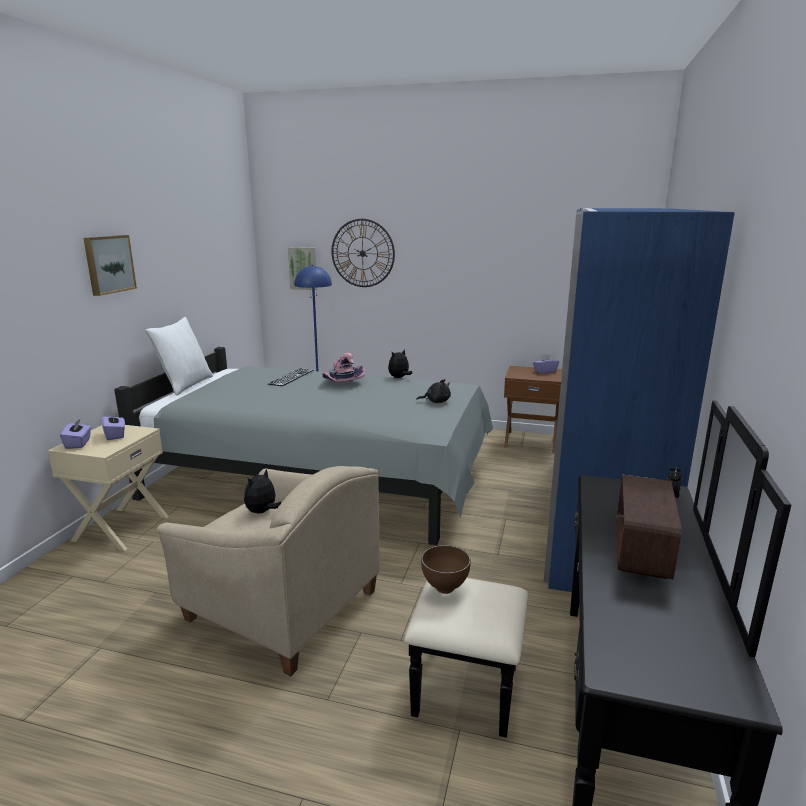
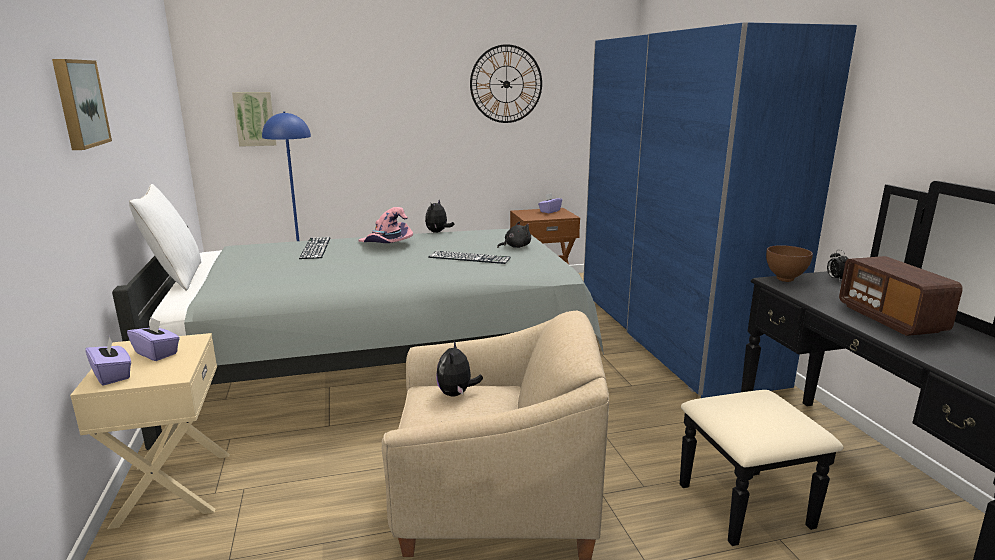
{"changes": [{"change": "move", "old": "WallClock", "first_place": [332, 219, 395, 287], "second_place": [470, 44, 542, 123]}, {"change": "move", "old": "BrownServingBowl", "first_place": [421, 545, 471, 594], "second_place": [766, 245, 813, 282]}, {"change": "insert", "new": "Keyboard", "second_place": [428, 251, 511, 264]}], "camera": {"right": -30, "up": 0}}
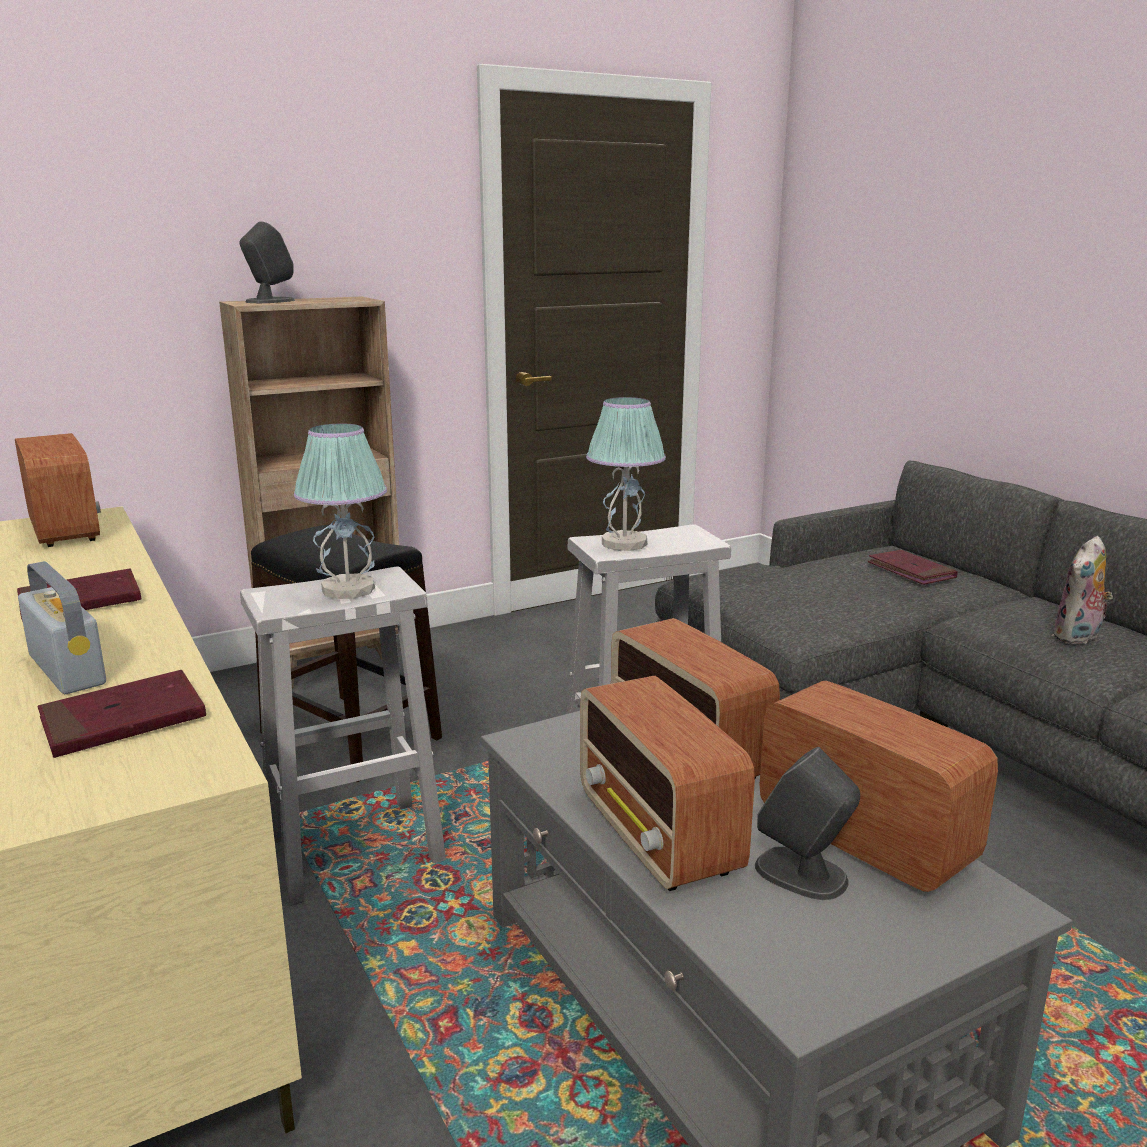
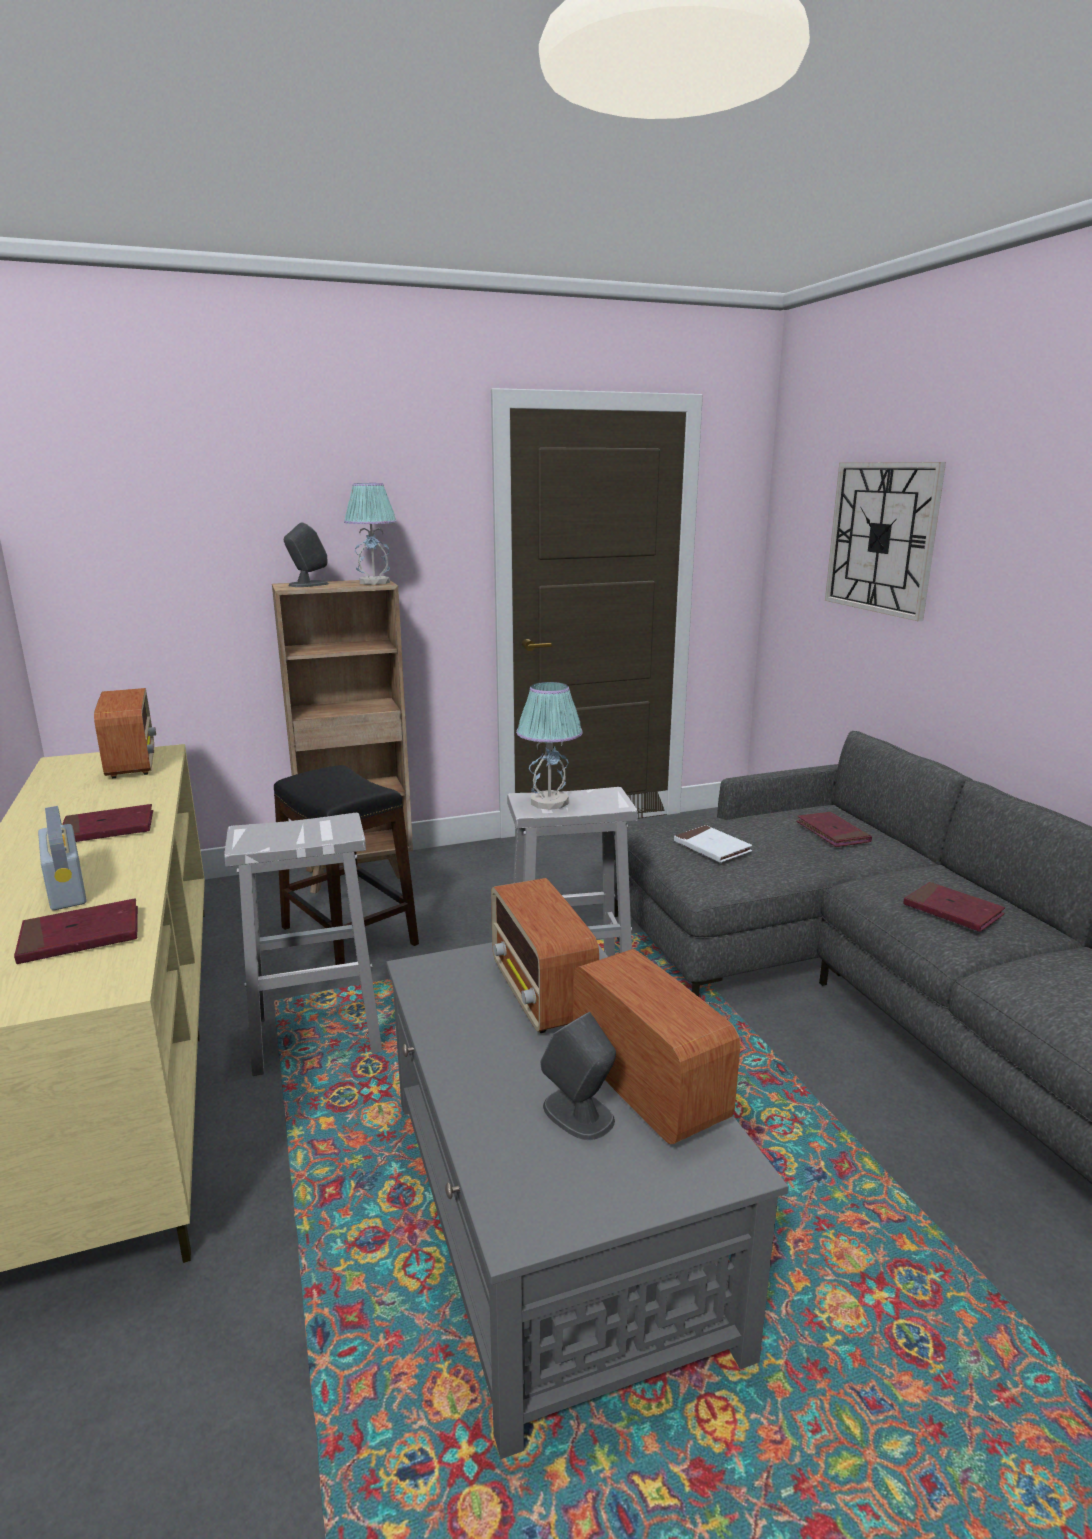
{"changes": [{"change": "move", "old": "TableLamp", "first_place": [294, 424, 387, 599], "second_place": [344, 483, 397, 585]}, {"change": "replace", "old": "SoftToy", "new": "RedBook", "first_place": [1052, 536, 1113, 645], "second_place": [903, 882, 1005, 932]}, {"change": "delete", "old": "RadioSet", "first_place": [580, 676, 755, 891]}, {"change": "insert", "new": "WallClock", "second_place": [825, 462, 946, 621]}, {"change": "insert", "new": "WhitishBook", "second_place": [674, 825, 752, 863]}], "camera": {"right": 10, "up": 0}}
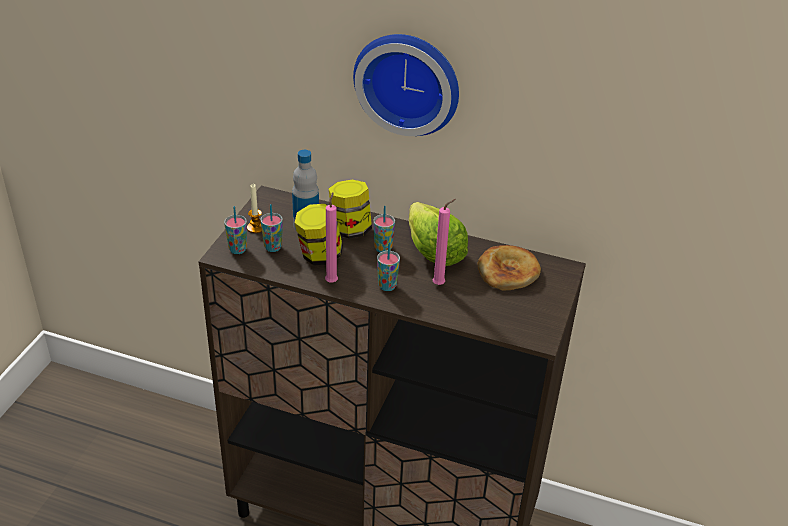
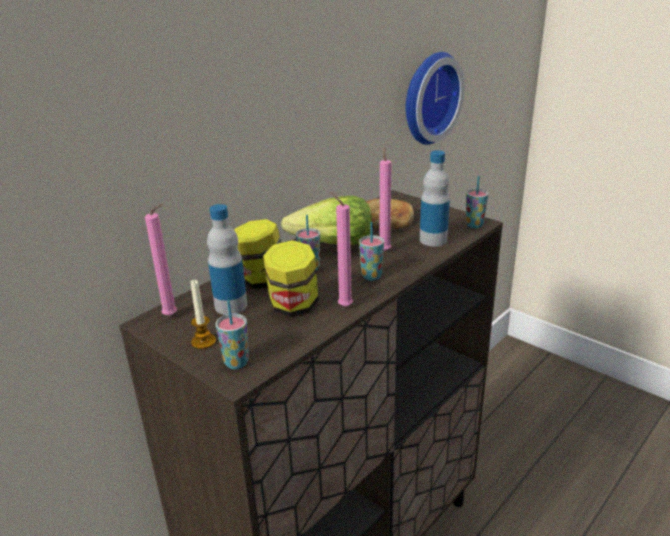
{"changes": [{"change": "move", "old": "WallClock", "first_place": [353, 34, 459, 136], "second_place": [406, 52, 465, 145]}, {"change": "move", "old": "DrinkingCup", "first_place": [260, 204, 283, 252], "second_place": [466, 176, 488, 228]}, {"change": "insert", "new": "BeverageBottle", "second_place": [420, 151, 450, 247]}, {"change": "insert", "new": "PinkWaxLight", "second_place": [145, 204, 177, 316]}], "camera": {"right": -65, "up": -10}}
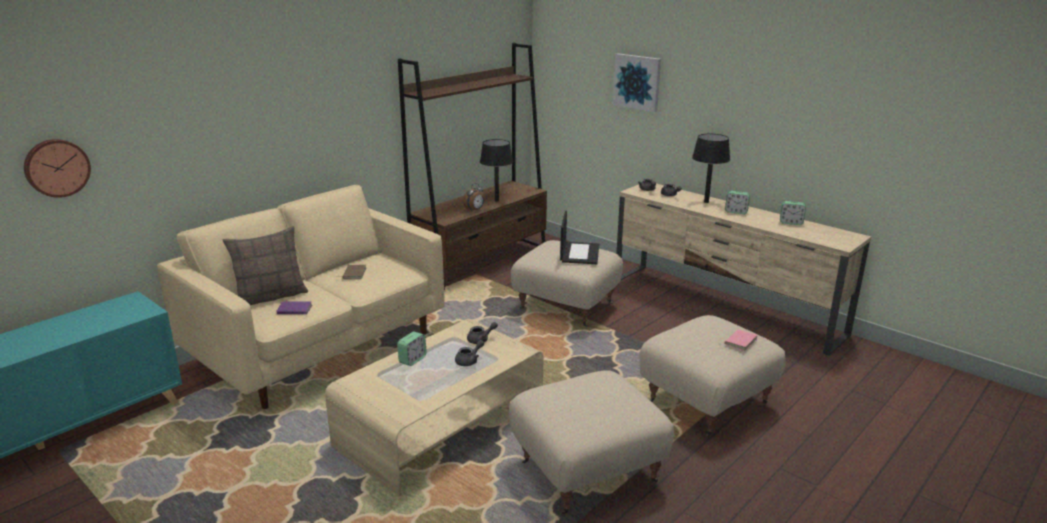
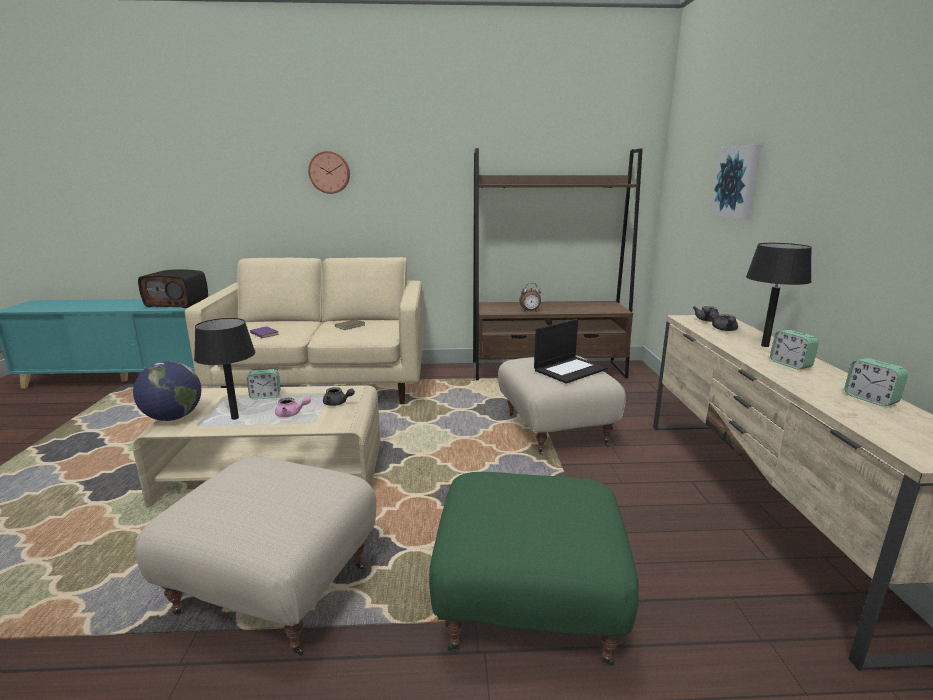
{"changes": [{"change": "move", "old": "WallClock", "first_place": [24, 139, 91, 198], "second_place": [308, 151, 350, 194]}, {"change": "move", "old": "BlackTableLamp", "first_place": [480, 139, 513, 202], "second_place": [194, 318, 255, 420]}, {"change": "delete", "old": "Cushion", "first_place": [223, 226, 308, 305]}, {"change": "recolor", "old": "SandColouredFootrest", "new": "GreenishFootrest", "first_place": [639, 315, 786, 438], "second_place": [429, 472, 639, 666]}, {"change": "delete", "old": "PinkBook", "first_place": [721, 329, 757, 351]}, {"change": "recolor", "old": "GrayTeaPot", "new": "PinkTeaPot", "first_place": [455, 340, 484, 366], "second_place": [275, 396, 311, 417]}, {"change": "insert", "new": "RadioSet", "second_place": [138, 269, 208, 308]}, {"change": "insert", "new": "DeskGlobe", "second_place": [133, 361, 201, 421]}], "camera": {"right": 45, "up": -5}}
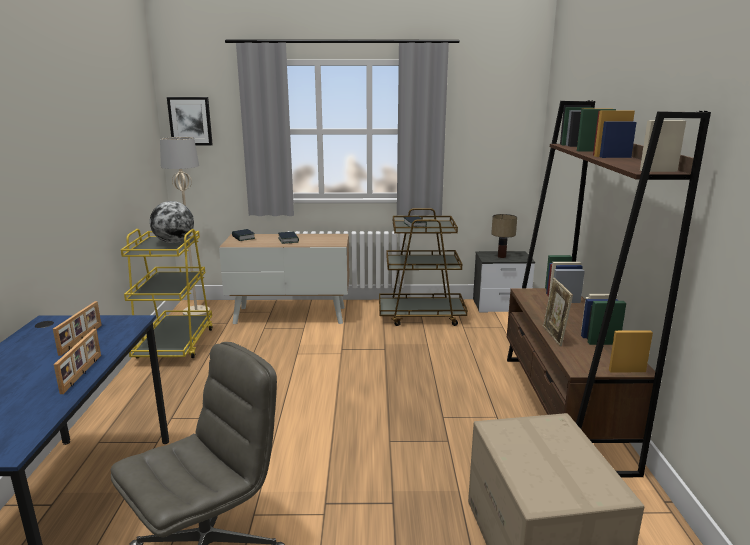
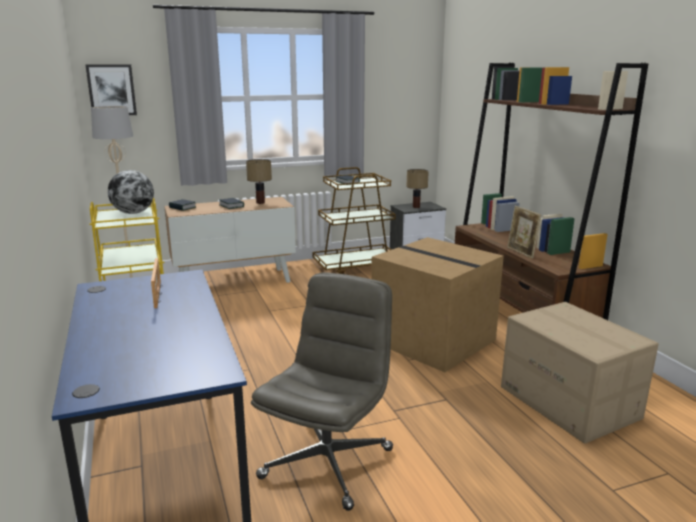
{"changes": [{"change": "delete", "old": "PhotoFrame", "first_place": [54, 329, 101, 394]}, {"change": "insert", "new": "TableLamp", "second_place": [246, 159, 272, 204]}, {"change": "insert", "new": "CardboardBox", "second_place": [371, 237, 504, 372]}], "camera": {"right": -20, "up": 0}}
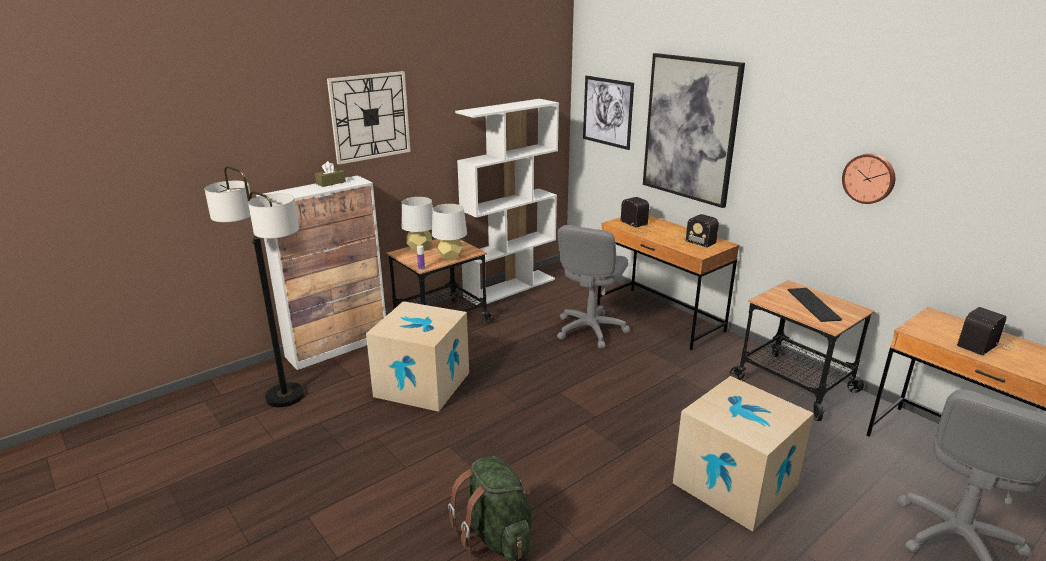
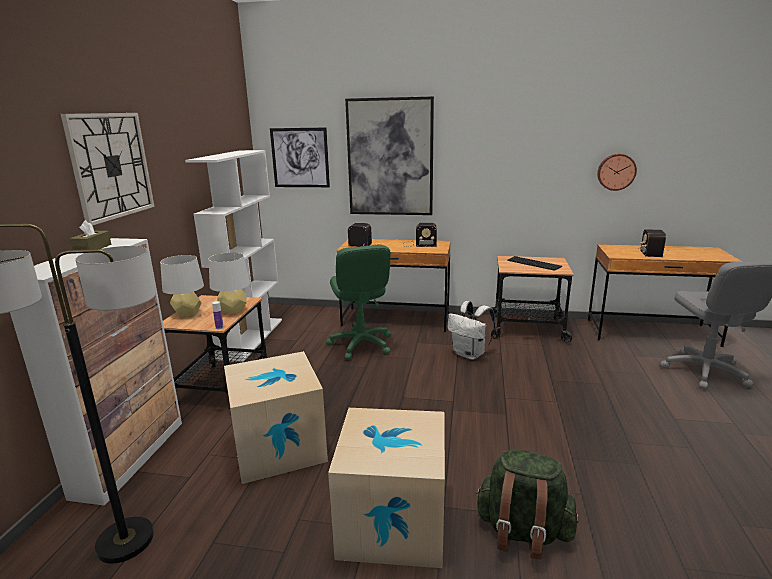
{"changes": [{"change": "move", "old": "WallClock", "first_place": [842, 154, 895, 204], "second_place": [597, 154, 637, 191]}, {"change": "recolor", "old": "GrayComputerChair", "new": "GreenishComputerChair", "first_place": [557, 225, 630, 348], "second_place": [326, 245, 391, 360]}, {"change": "move", "old": "CardboardBox", "first_place": [673, 376, 814, 532], "second_place": [328, 408, 445, 568]}, {"change": "insert", "new": "WhitishRucksack", "second_place": [447, 301, 495, 360]}], "camera": {"right": -40, "up": -5}}
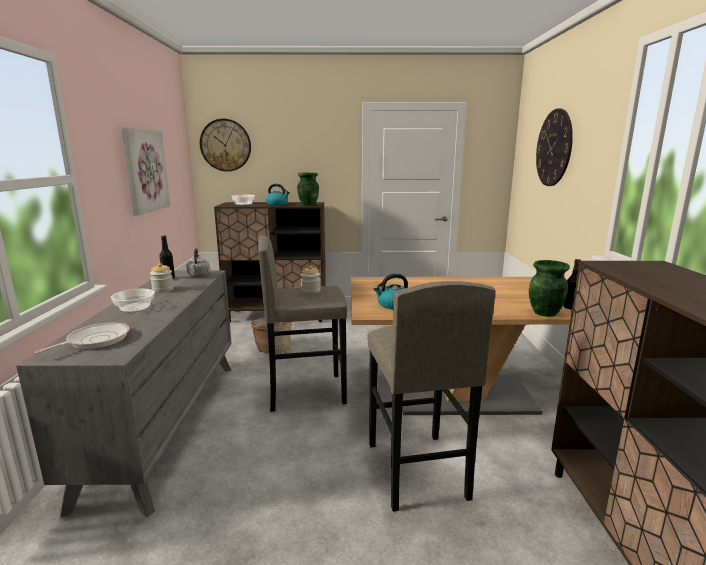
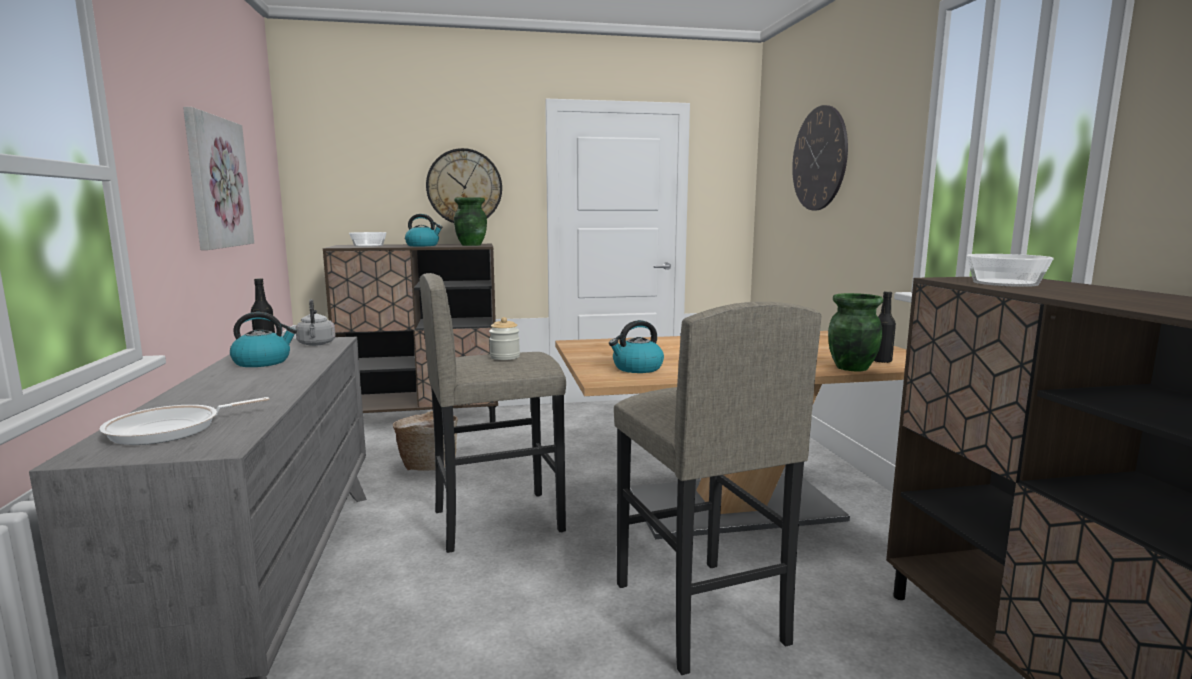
{"changes": [{"change": "move", "old": "WallClock", "first_place": [200, 119, 251, 172], "second_place": [426, 148, 502, 223]}, {"change": "replace", "old": "Jar", "new": "TeaKettle", "first_place": [150, 263, 174, 293], "second_place": [230, 312, 297, 367]}, {"change": "move", "old": "ServingBowl", "first_place": [111, 289, 155, 313], "second_place": [966, 254, 1054, 287]}, {"change": "rotate", "old": "Pan", "first_place": [35, 323, 130, 353], "second_place": [99, 397, 270, 445], "degrees": -150}], "camera": {"right": -10, "up": -5}}
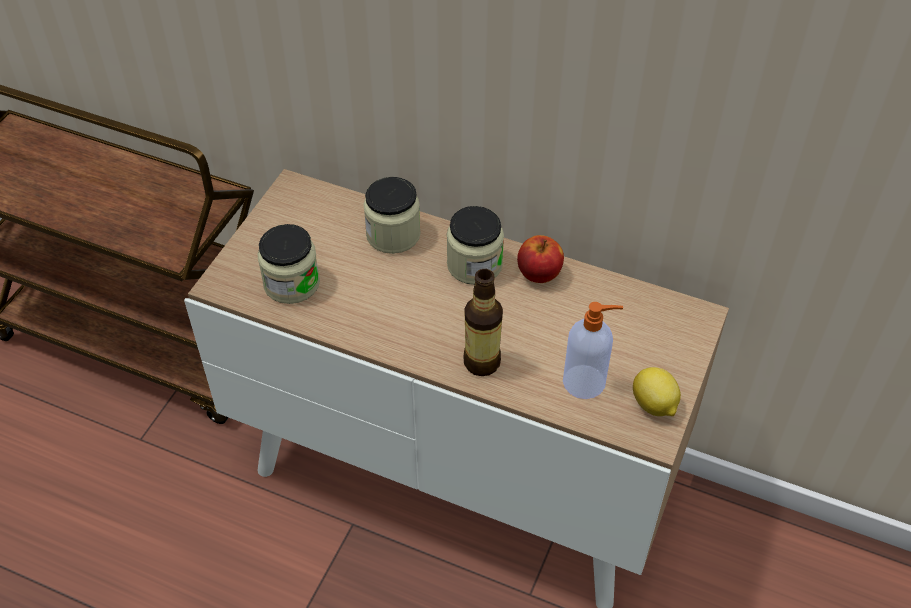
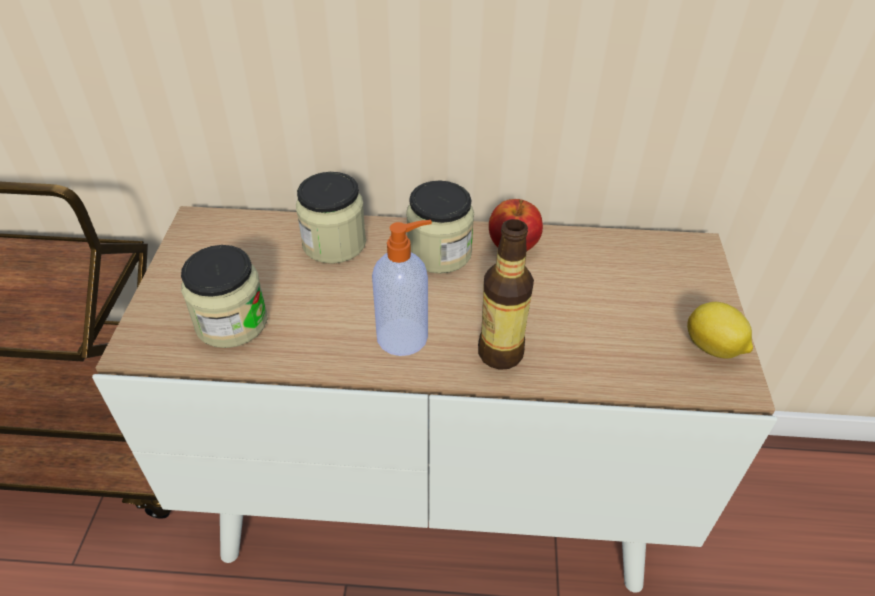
{"changes": [{"change": "move", "old": "SoapBottle", "first_place": [563, 302, 623, 399], "second_place": [372, 220, 432, 356]}], "camera": {"right": -20, "up": -5}}
